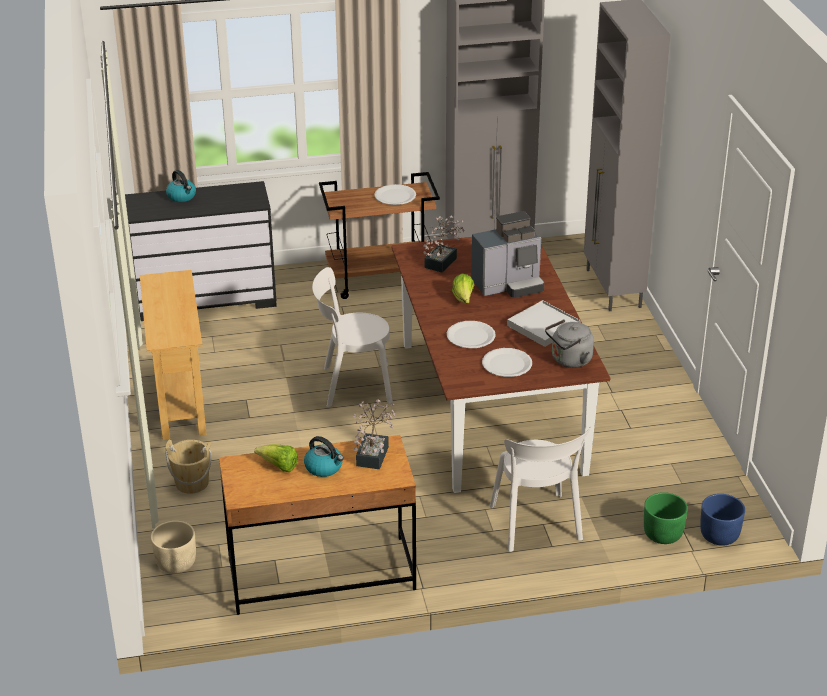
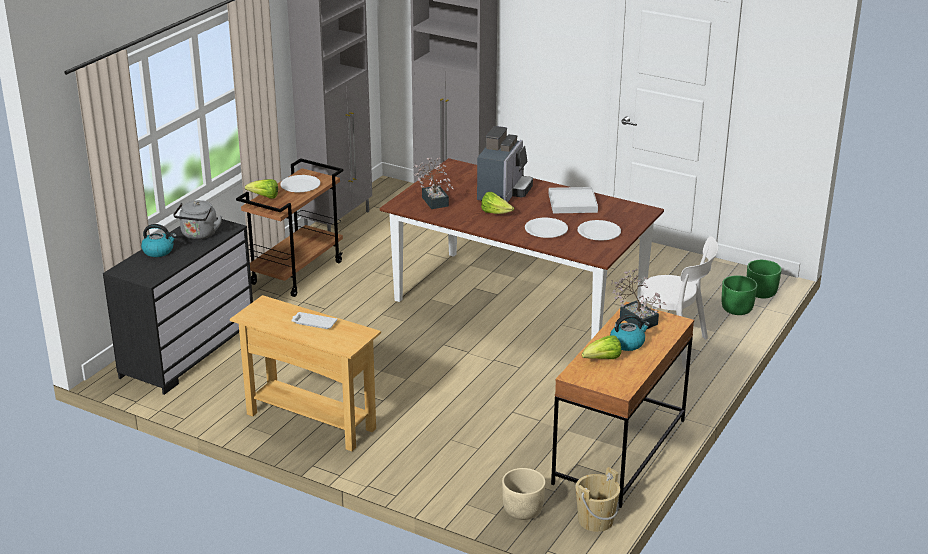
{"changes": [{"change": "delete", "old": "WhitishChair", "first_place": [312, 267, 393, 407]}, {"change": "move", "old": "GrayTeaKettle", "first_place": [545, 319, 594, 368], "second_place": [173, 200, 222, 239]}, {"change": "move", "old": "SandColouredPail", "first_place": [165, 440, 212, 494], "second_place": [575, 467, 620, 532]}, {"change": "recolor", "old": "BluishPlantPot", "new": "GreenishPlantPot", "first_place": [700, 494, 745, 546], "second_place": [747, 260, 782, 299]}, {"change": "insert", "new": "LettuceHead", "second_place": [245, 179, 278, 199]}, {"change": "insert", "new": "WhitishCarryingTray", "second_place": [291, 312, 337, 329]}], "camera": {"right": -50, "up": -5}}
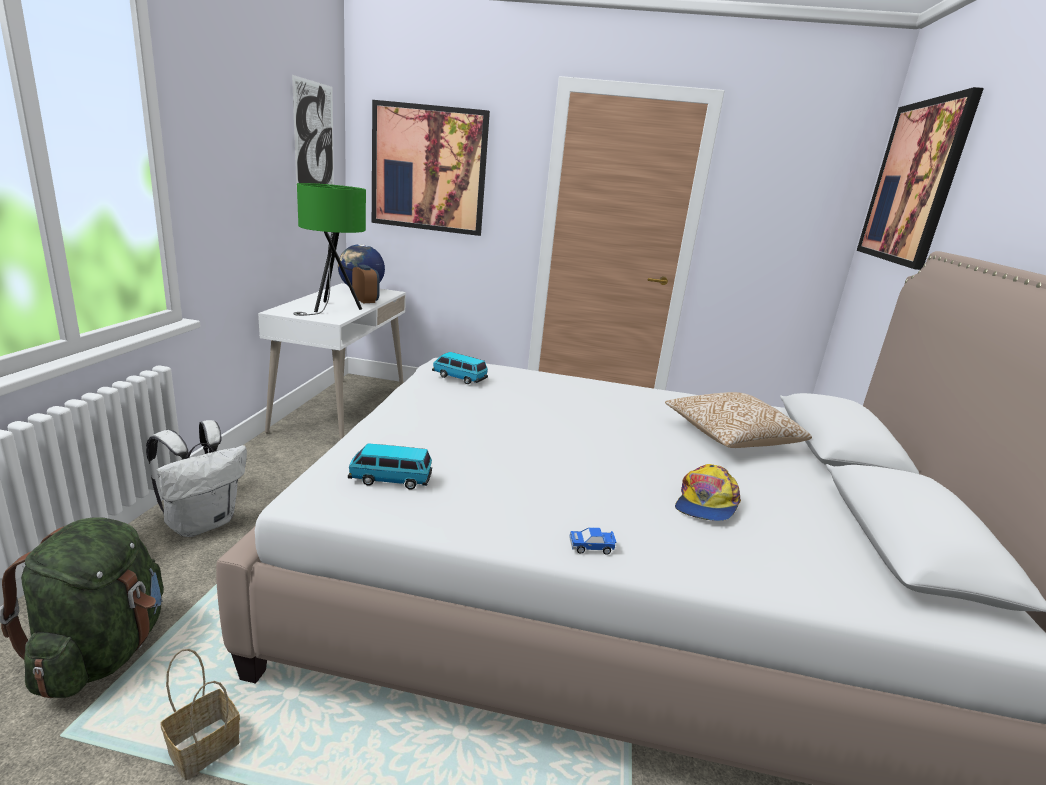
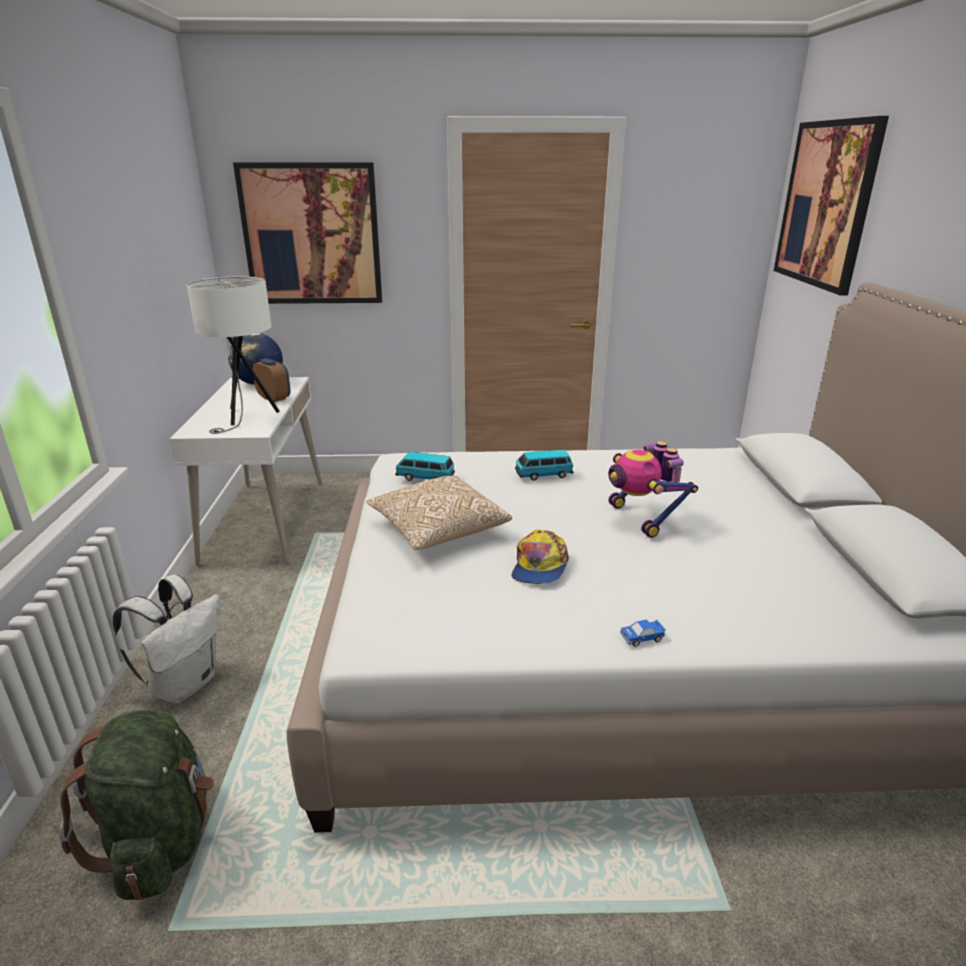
{"changes": [{"change": "delete", "old": "WallArt", "first_place": [292, 75, 334, 190]}, {"change": "recolor", "old": "GreenishTableLamp", "new": "WhitishTableLamp", "first_place": [293, 183, 366, 316], "second_place": [187, 276, 280, 434]}, {"change": "move", "old": "Cushion", "first_place": [665, 392, 812, 448], "second_place": [367, 476, 512, 550]}, {"change": "move", "old": "MiniatureCar", "first_place": [348, 443, 432, 490], "second_place": [515, 449, 574, 481]}, {"change": "move", "old": "PeakedCap", "first_place": [675, 464, 741, 521], "second_place": [511, 530, 569, 584]}, {"change": "delete", "old": "HouseholdBasket", "first_place": [160, 649, 240, 780]}, {"change": "insert", "new": "ModelRobot", "second_place": [608, 441, 698, 538]}], "camera": {"right": -10, "up": 5}}
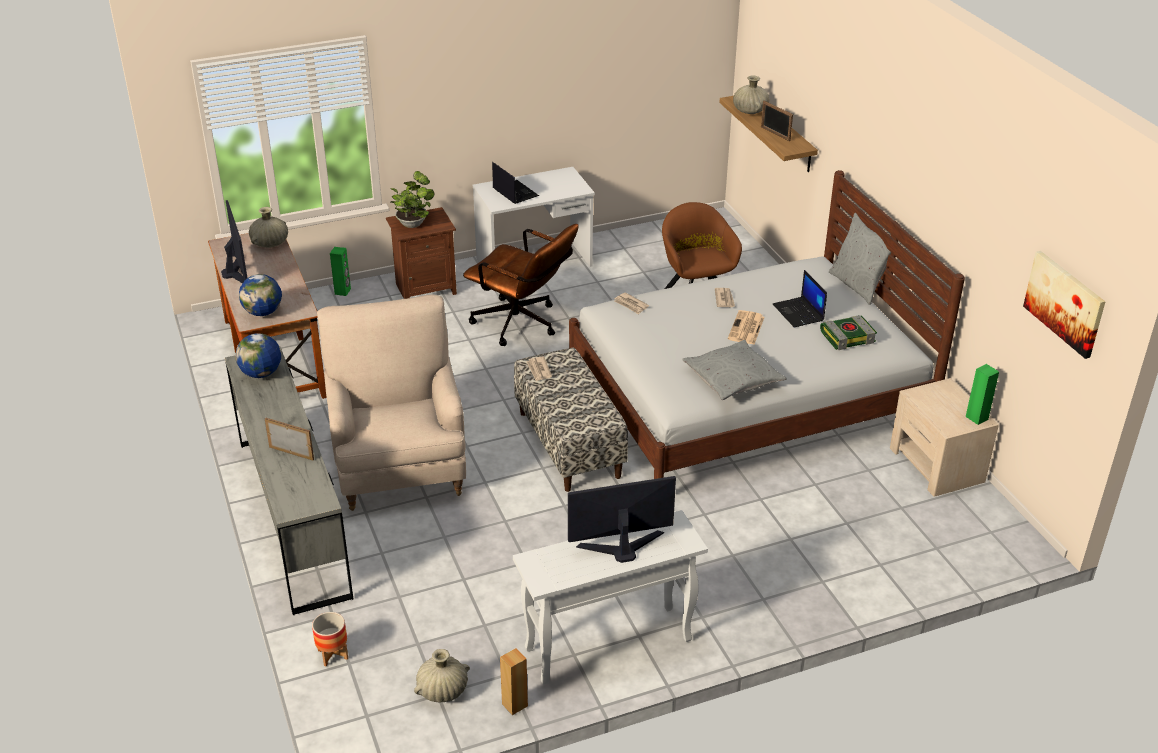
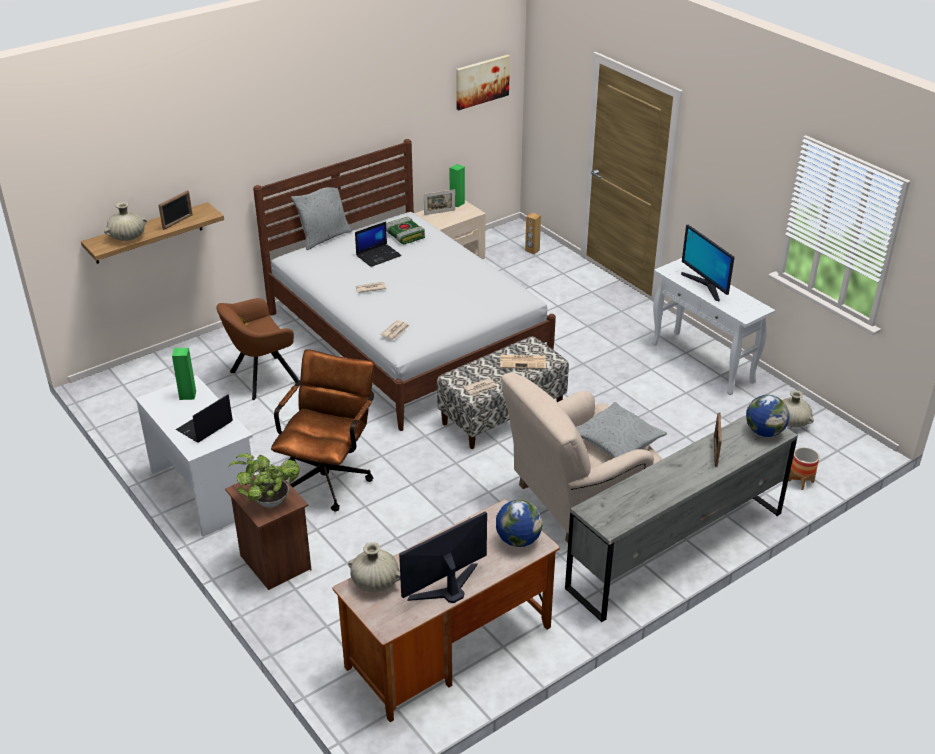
{"changes": [{"change": "move", "old": "GreenishAudioSpeaker", "first_place": [330, 247, 351, 296], "second_place": [172, 348, 196, 400]}, {"change": "move", "old": "PrintedPaper", "first_place": [728, 310, 765, 344], "second_place": [500, 355, 546, 369]}, {"change": "move", "old": "DeskGlobe", "first_place": [235, 333, 281, 378], "second_place": [746, 395, 790, 437]}, {"change": "move", "old": "GrayCushion", "first_place": [682, 340, 787, 400], "second_place": [576, 402, 667, 458]}, {"change": "move", "old": "BrownAudioSpeaker", "first_place": [500, 648, 528, 715], "second_place": [525, 212, 541, 254]}, {"change": "insert", "new": "PhotoFrame", "second_place": [424, 189, 455, 215]}], "camera": {"right": -105, "up": 0}}
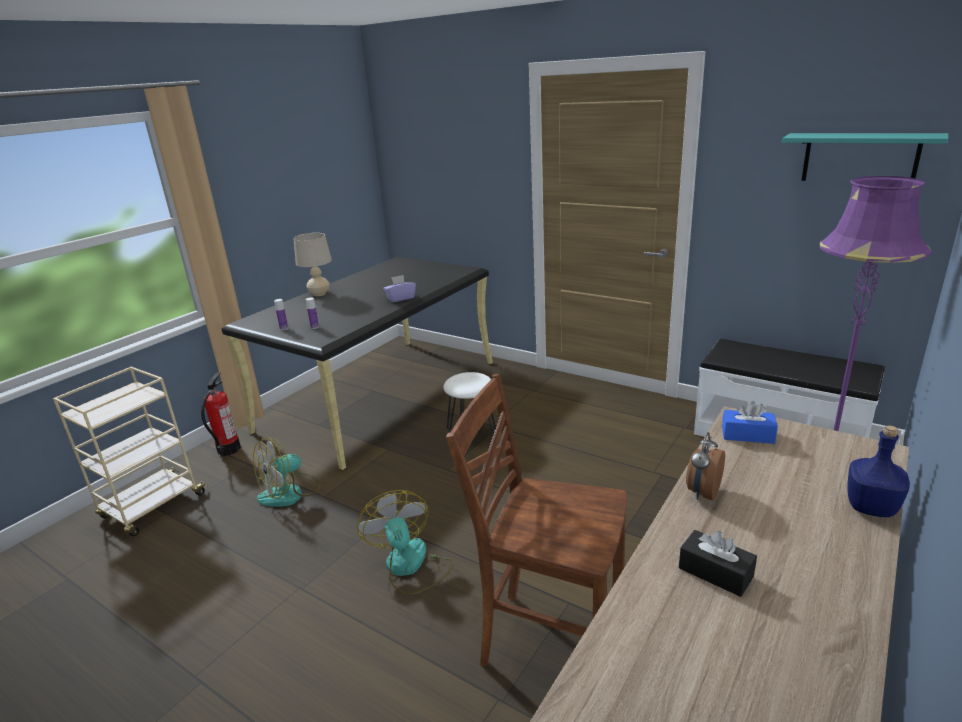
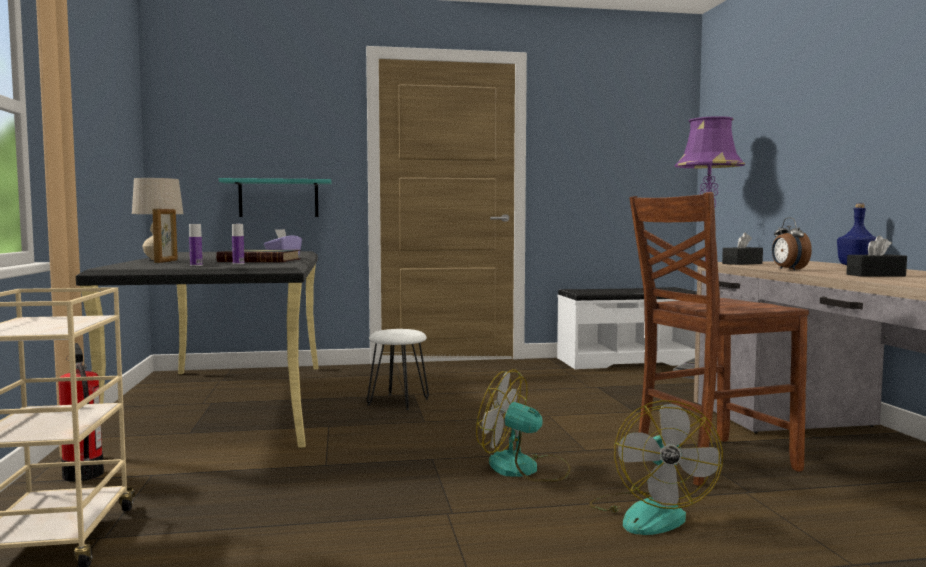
{"changes": [{"change": "move", "old": "TurquoiseColouredBracketShelf", "first_place": [782, 133, 948, 181], "second_place": [219, 178, 332, 217]}, {"change": "recolor", "old": "BluishTissueHolder", "new": "BlackTissueHolder", "first_place": [722, 401, 778, 444], "second_place": [722, 233, 763, 265]}, {"change": "move", "old": "Fan", "first_place": [253, 437, 322, 507], "second_place": [590, 400, 723, 535]}, {"change": "insert", "new": "PhotoFrame", "second_place": [153, 209, 178, 263]}, {"change": "insert", "new": "Book", "second_place": [216, 250, 301, 262]}], "camera": {"right": -45, "up": -20}}
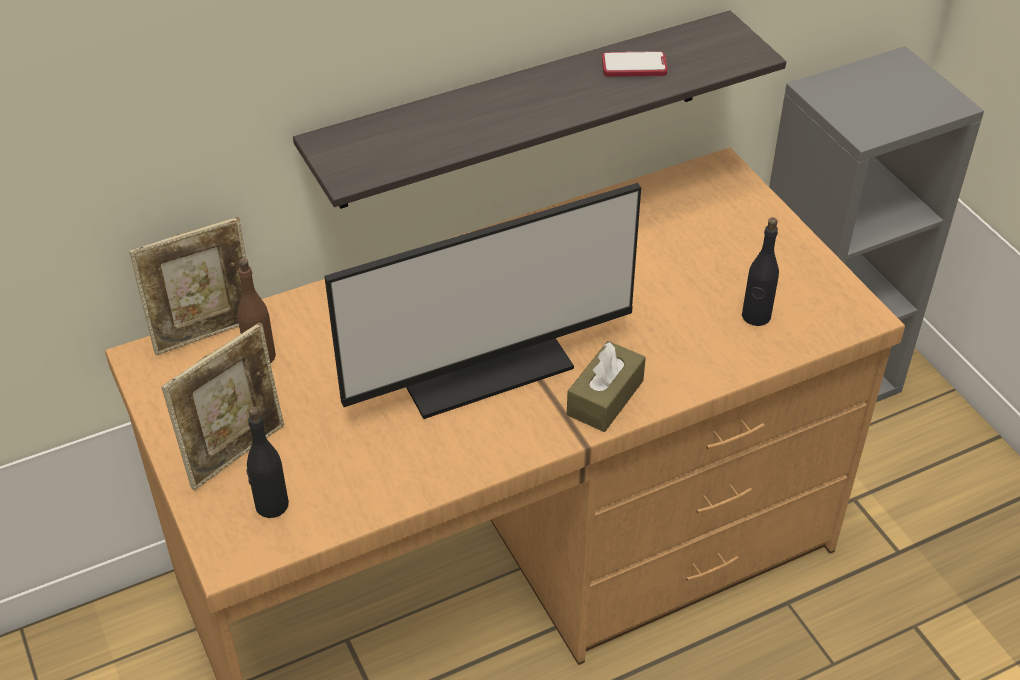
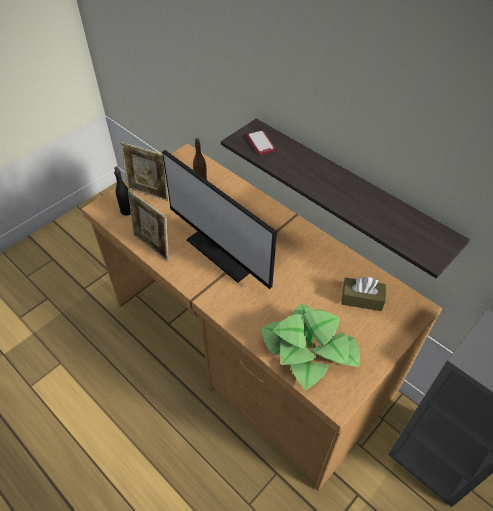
{"changes": [{"change": "move", "old": "Telephone", "first_place": [602, 51, 667, 77], "second_place": [248, 131, 275, 155]}, {"change": "move", "old": "PhotoFrame", "first_place": [129, 217, 247, 355], "second_place": [128, 190, 169, 261]}, {"change": "replace", "old": "BlackBeverageBottle", "new": "PlantInAPot", "first_place": [742, 218, 779, 326], "second_place": [262, 304, 360, 391]}, {"change": "move", "old": "BrownTissueHolder", "first_place": [567, 341, 646, 432], "second_place": [341, 277, 386, 311]}], "camera": {"right": 70, "up": 5}}
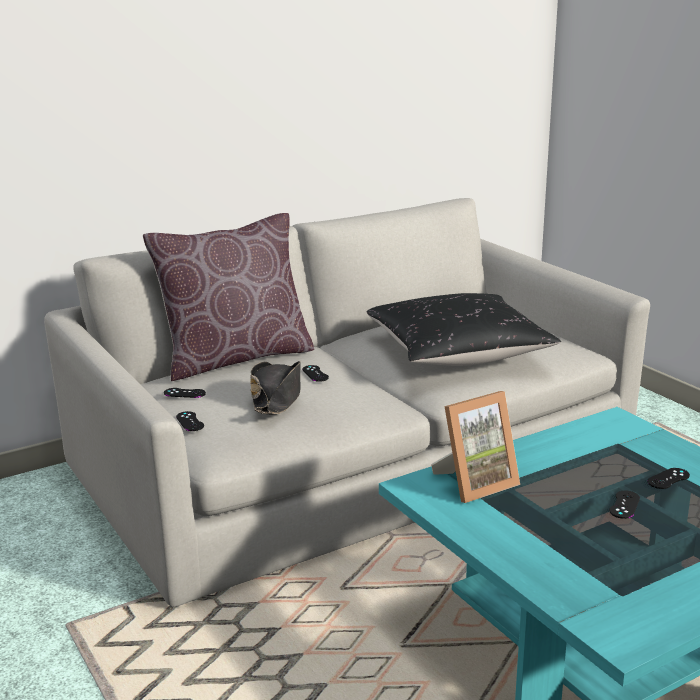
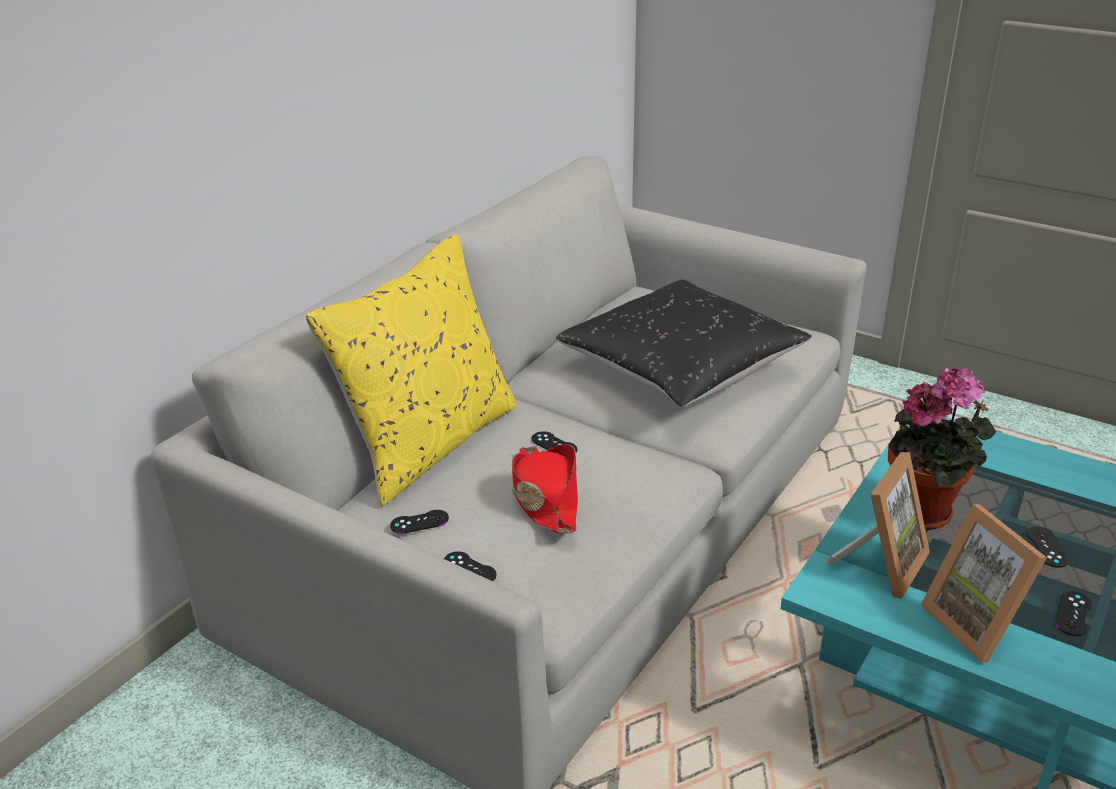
{"changes": [{"change": "recolor", "old": "BrownCushion", "new": "YellowCushion", "first_place": [143, 213, 314, 381], "second_place": [306, 234, 517, 506]}, {"change": "recolor", "old": "BlackHat", "new": "RedHat", "first_place": [250, 361, 301, 415], "second_place": [512, 444, 578, 534]}, {"change": "move", "old": "BlackGameController", "first_place": [647, 468, 690, 489], "second_place": [1055, 591, 1092, 636]}, {"change": "insert", "new": "PlantInAPot", "second_place": [888, 368, 996, 530]}, {"change": "insert", "new": "PhotoFrame", "second_place": [921, 504, 1047, 663]}], "camera": {"right": -25, "up": 10}}
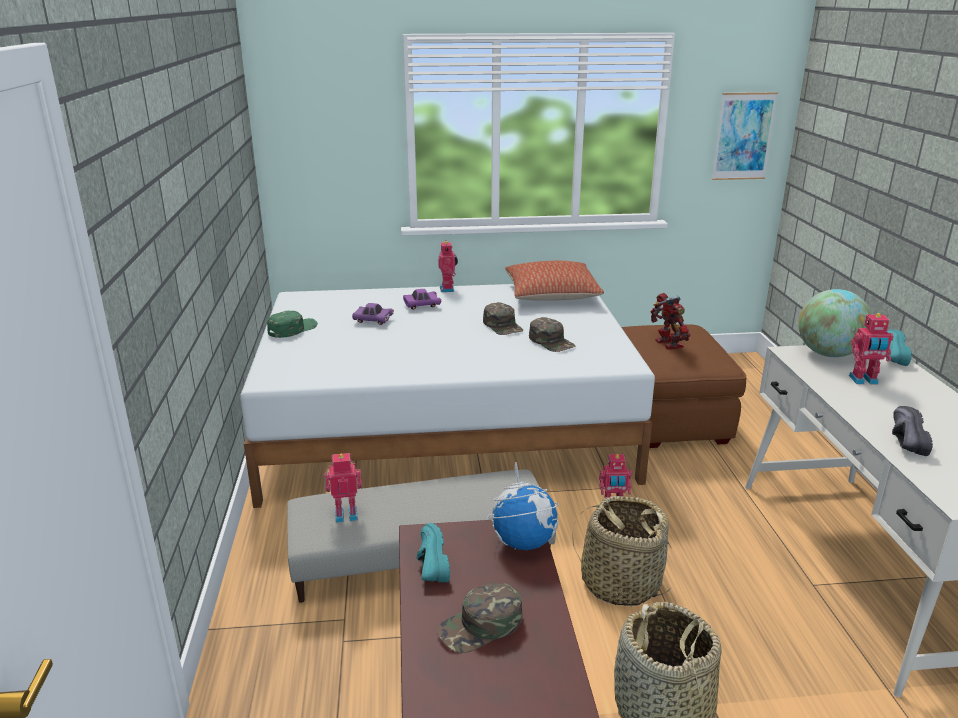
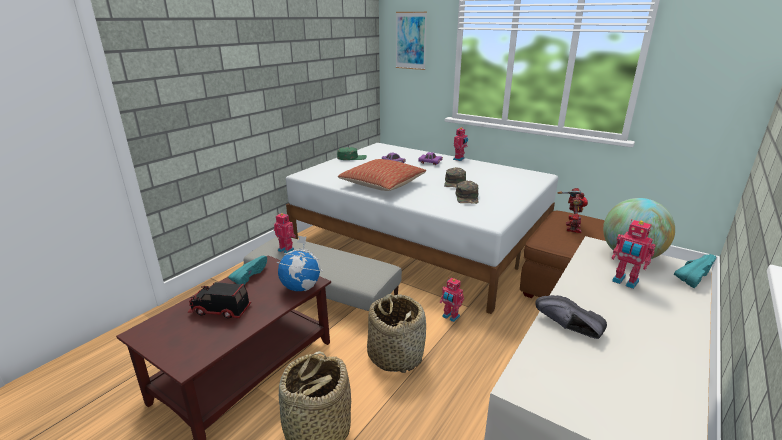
{"changes": [{"change": "move", "old": "WallArt", "first_place": [712, 92, 778, 180], "second_place": [396, 12, 427, 70]}, {"change": "move", "old": "Cushion", "first_place": [505, 261, 604, 301], "second_place": [338, 159, 426, 191]}, {"change": "rotate", "old": "BlackLowShoe", "first_place": [892, 406, 933, 456], "second_place": [535, 295, 607, 339], "degrees": -105}, {"change": "replace", "old": "GreenishPeakedCap", "new": "ToyLorry", "first_place": [437, 583, 522, 653], "second_place": [187, 282, 251, 319]}], "camera": {"right": 40, "up": 0}}
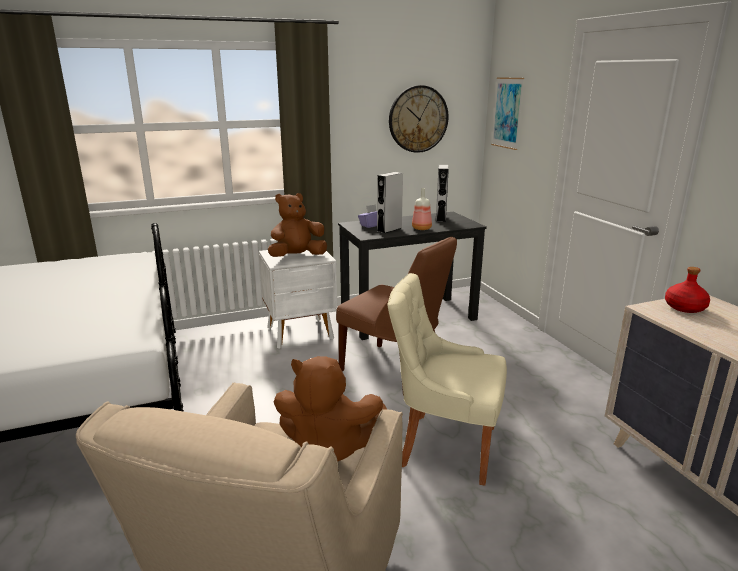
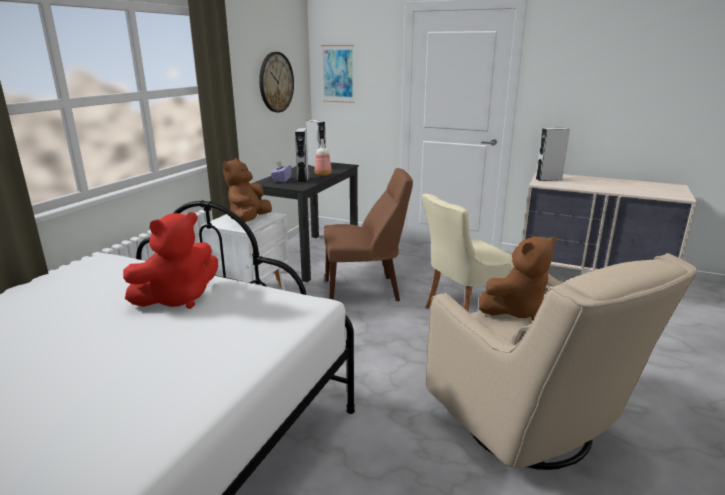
{"changes": [{"change": "replace", "old": "RedBeverageBottle", "new": "GrayAudioSpeaker", "first_place": [665, 267, 710, 313], "second_place": [536, 128, 570, 181]}, {"change": "insert", "new": "RedSoftToy", "second_place": [123, 212, 218, 309]}], "camera": {"right": -45, "up": 0}}
